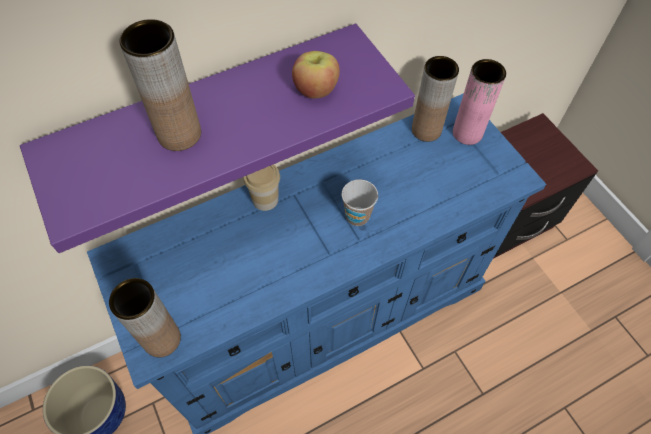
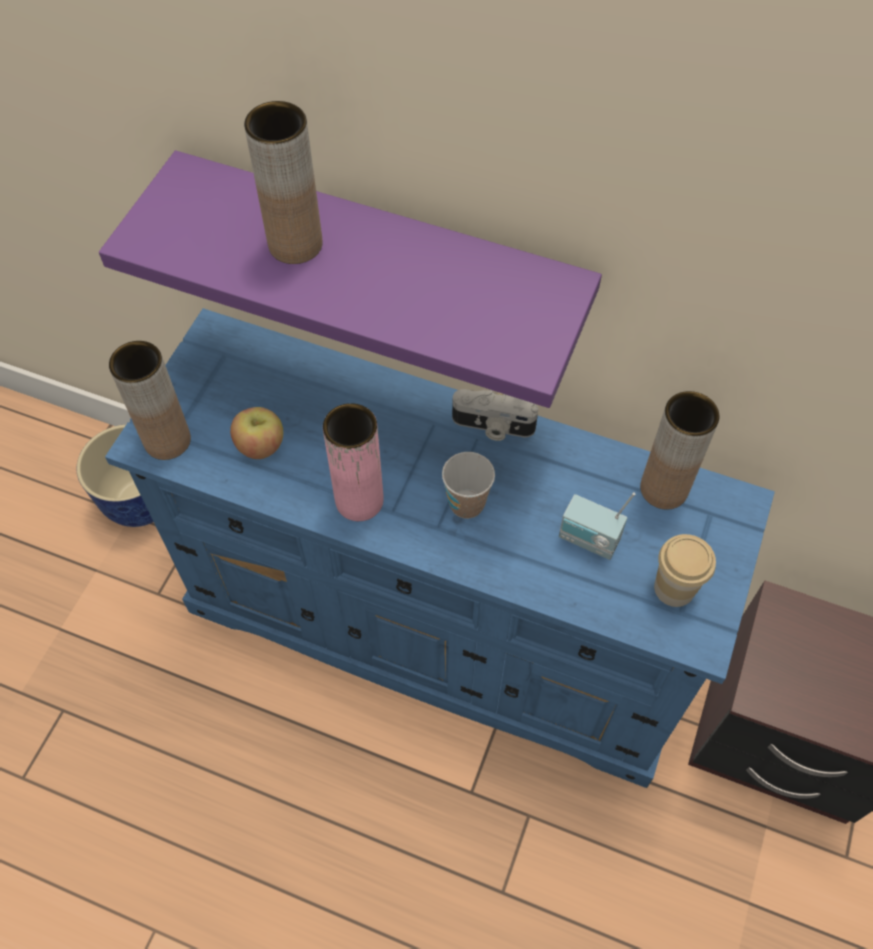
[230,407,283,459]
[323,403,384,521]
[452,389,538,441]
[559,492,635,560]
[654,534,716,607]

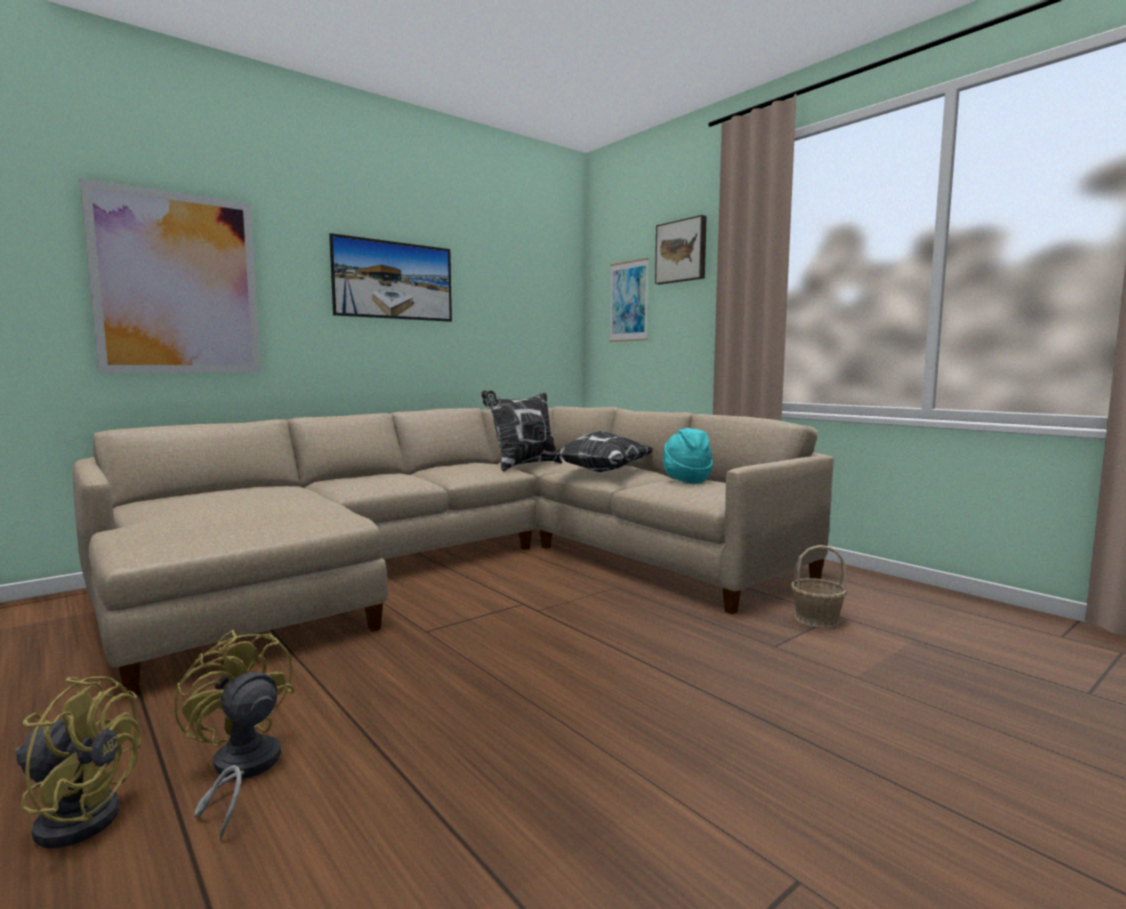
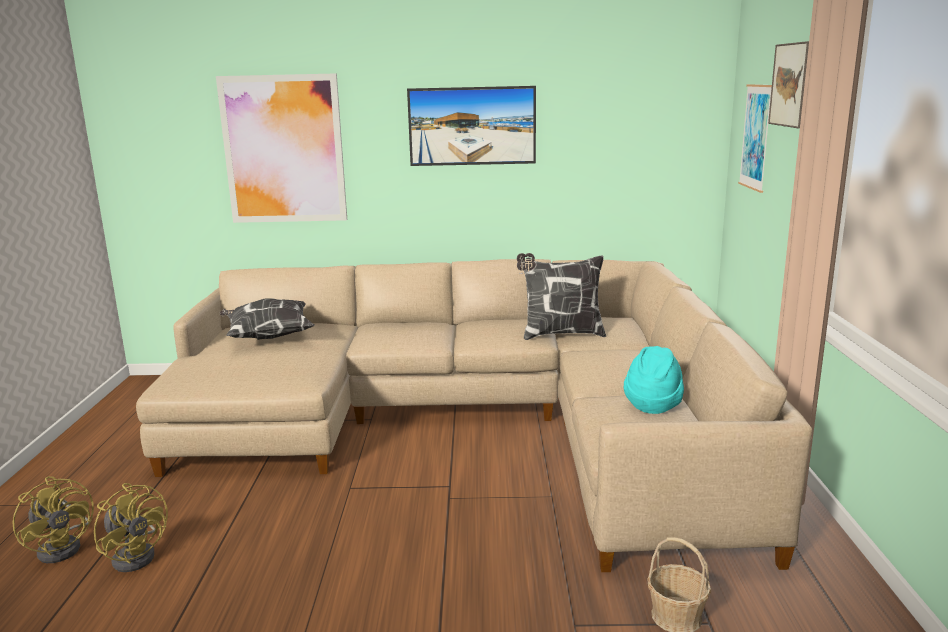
[94,483,168,572]
[220,299,315,340]

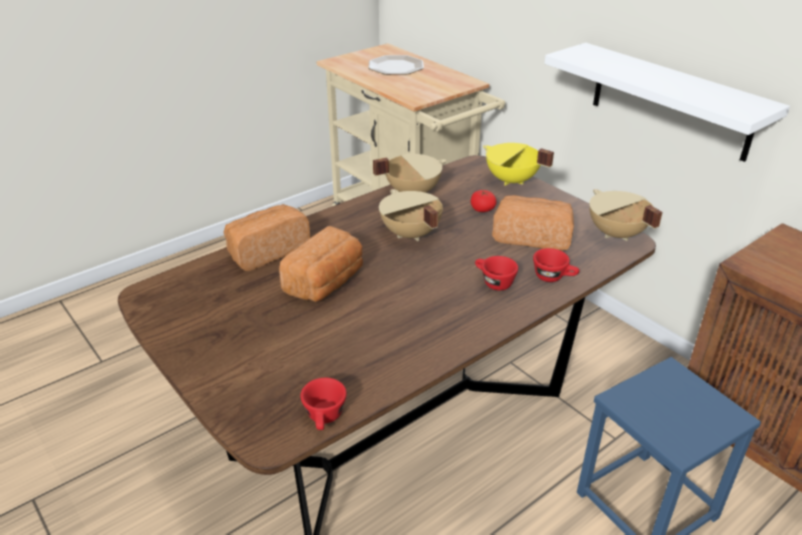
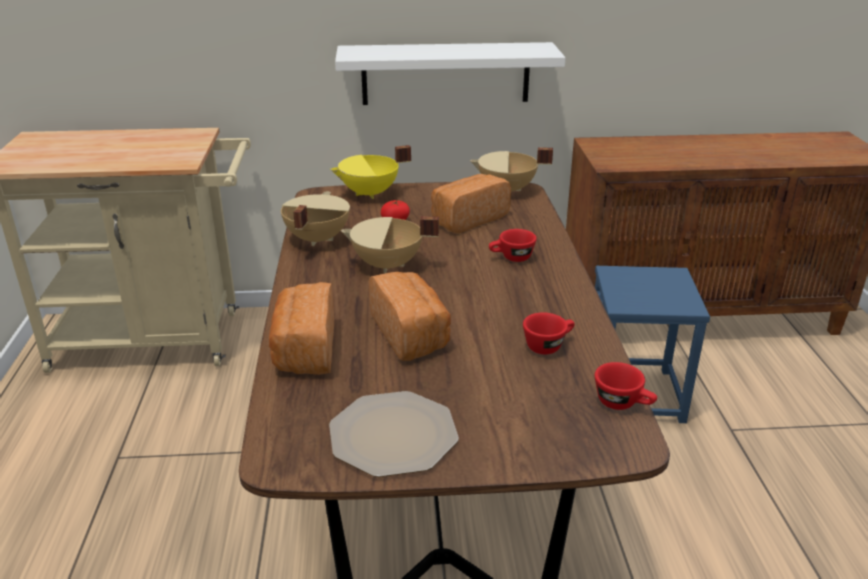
[329,391,459,477]
[523,312,575,354]

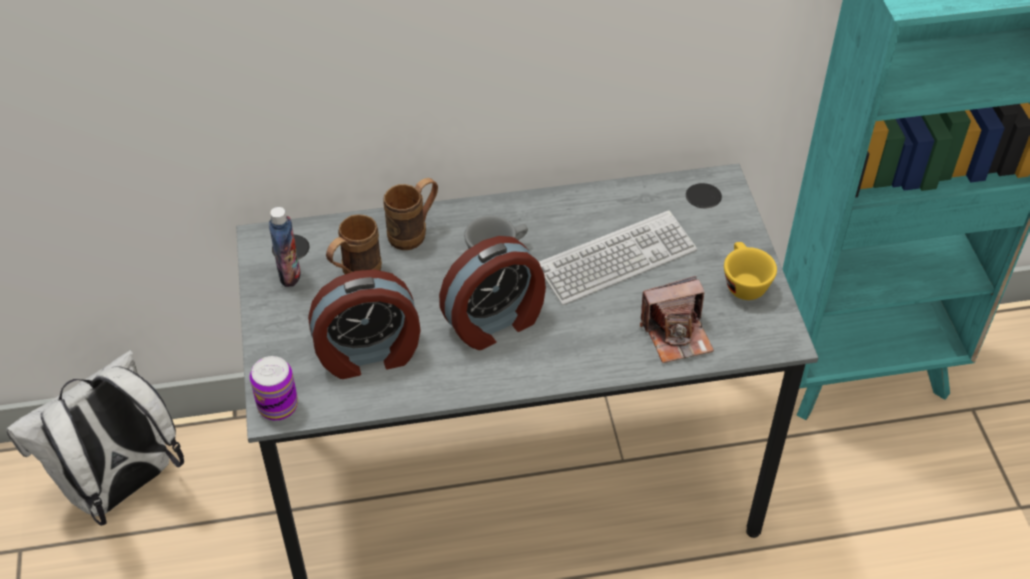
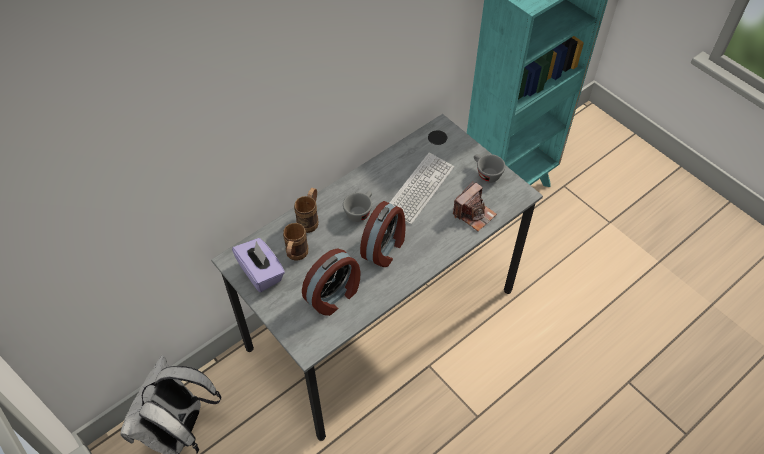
[232,238,285,292]
[474,154,505,183]
[250,356,298,421] (first image)

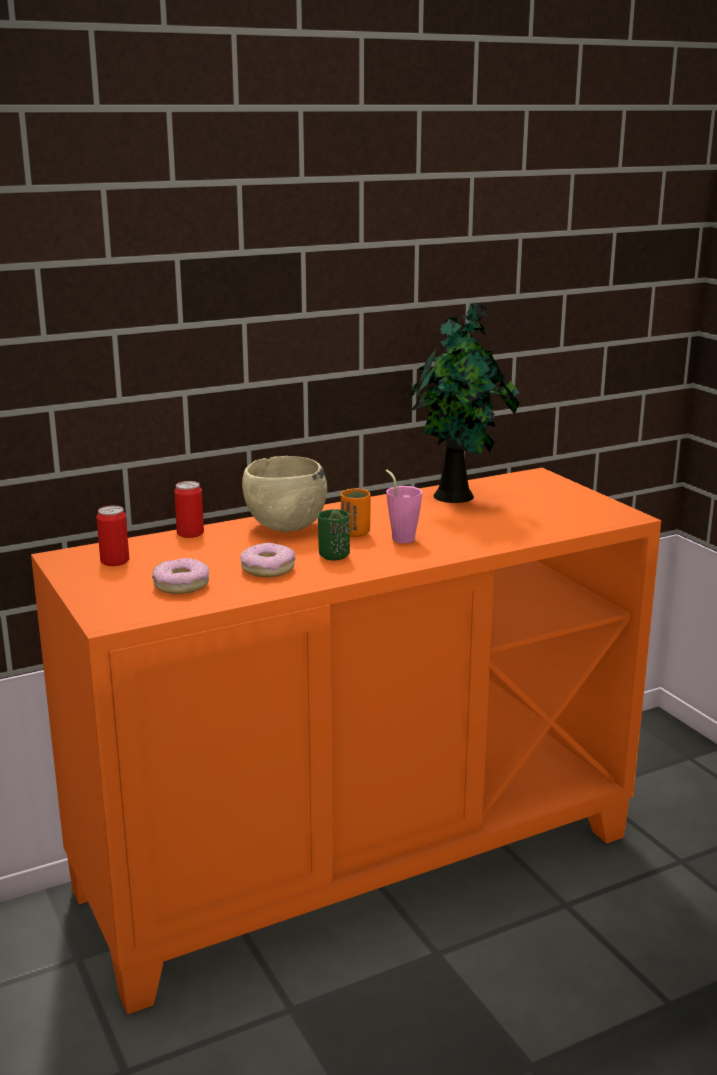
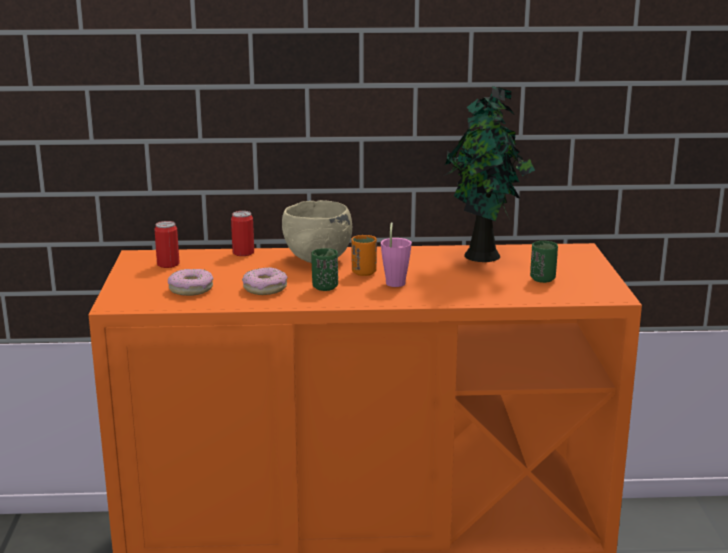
[530,241,558,283]

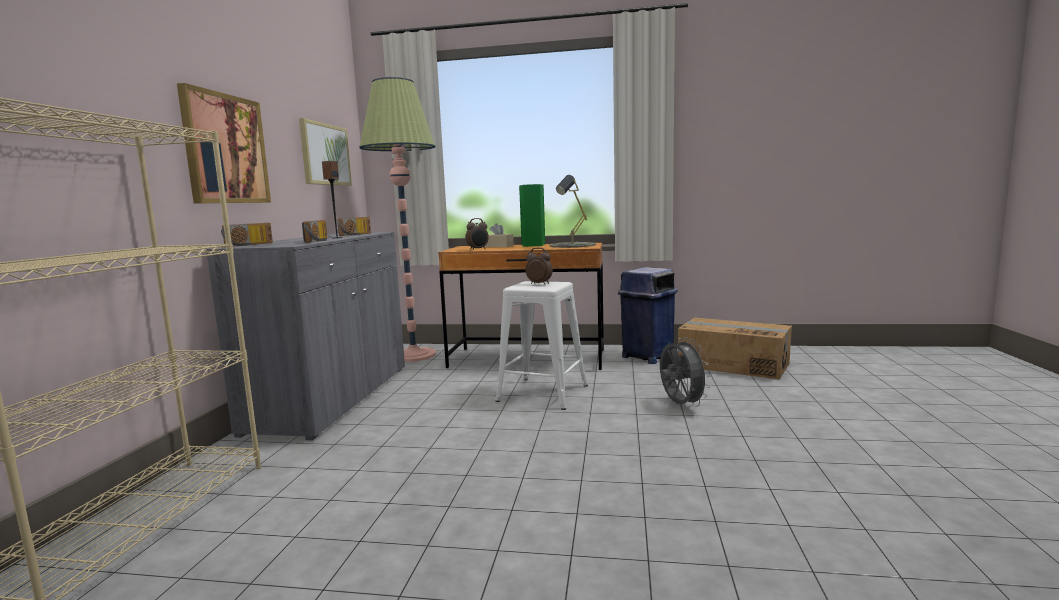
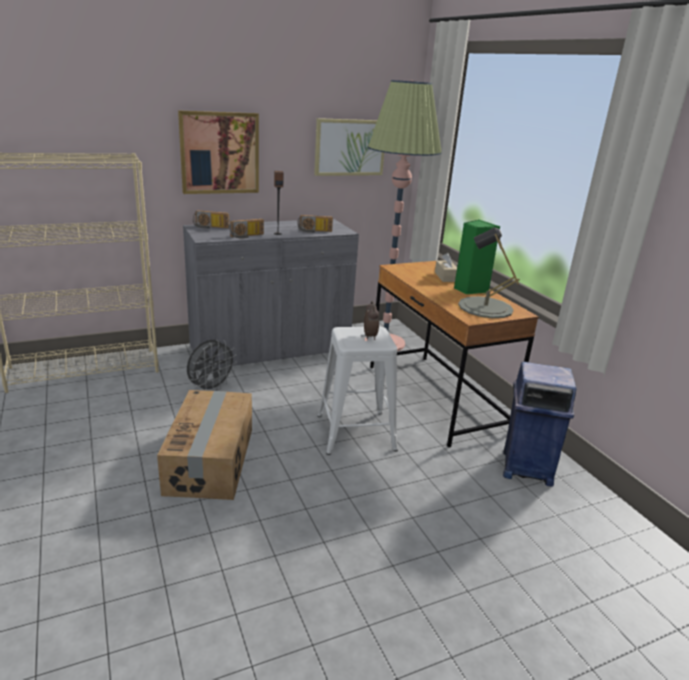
[157,390,252,500]
[187,340,237,391]
[465,218,489,250] (first image)

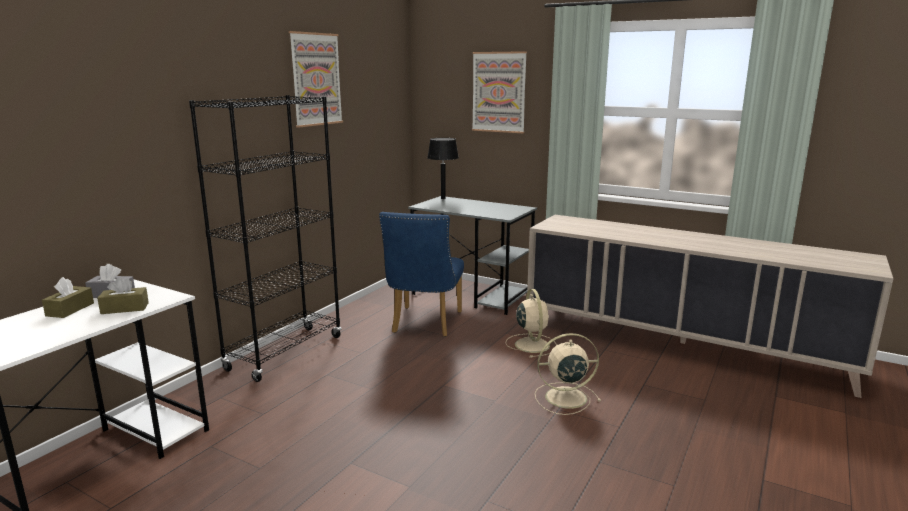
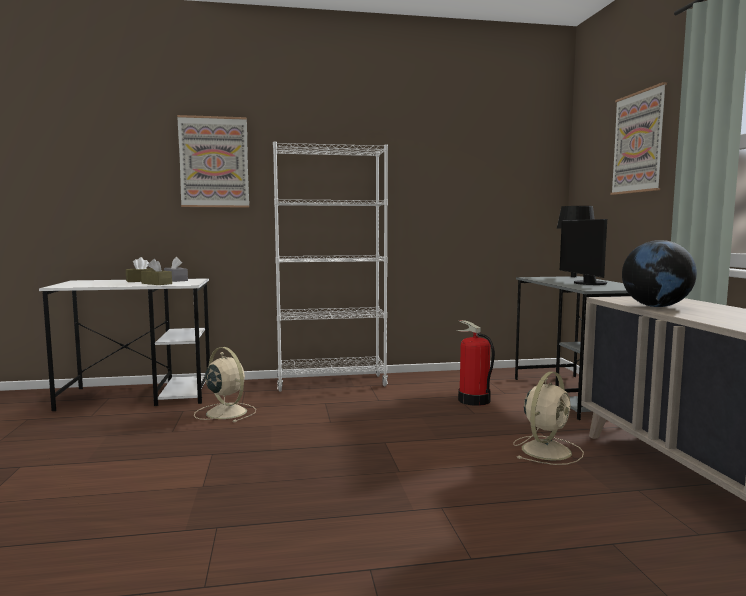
[177,115,249,207]
[194,347,256,422]
[273,142,388,392]
[457,320,495,406]
[560,219,608,285]
[622,240,697,307]

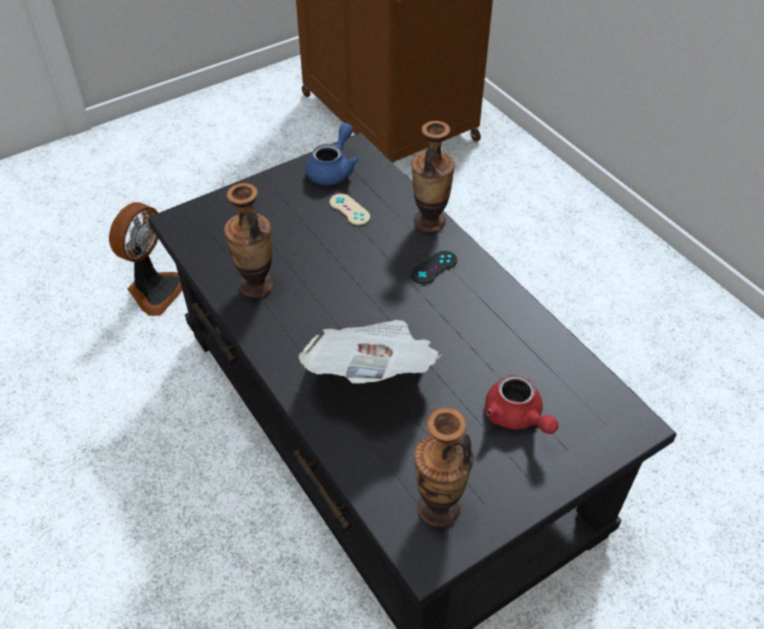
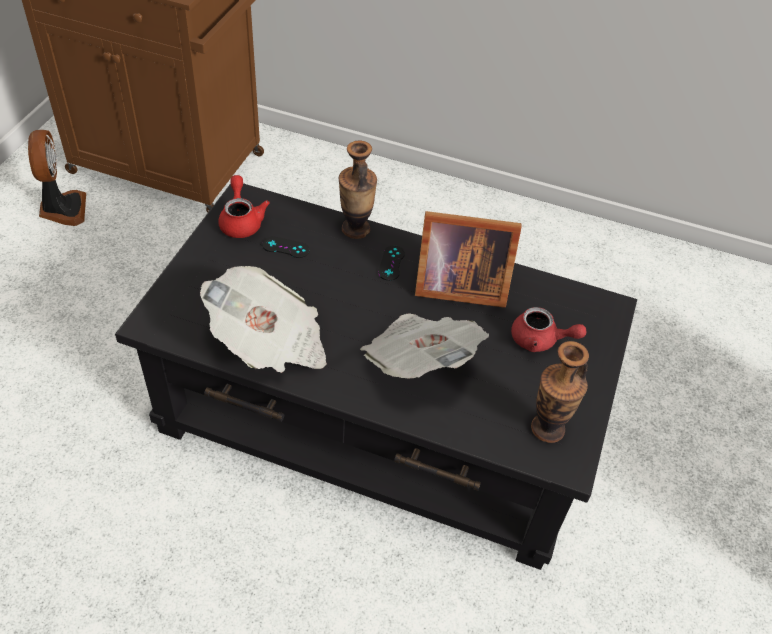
[28,130,86,226]
[200,266,327,373]
[218,175,270,238]
[262,236,310,258]
[415,211,522,308]

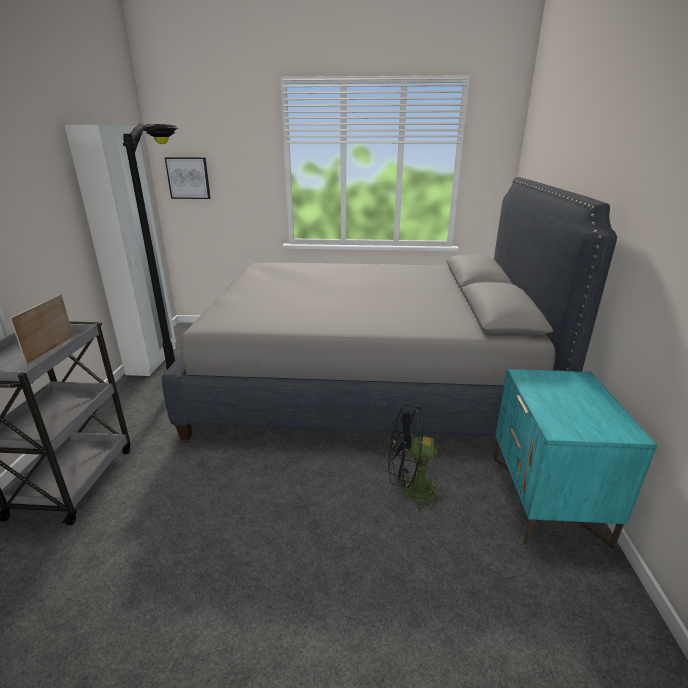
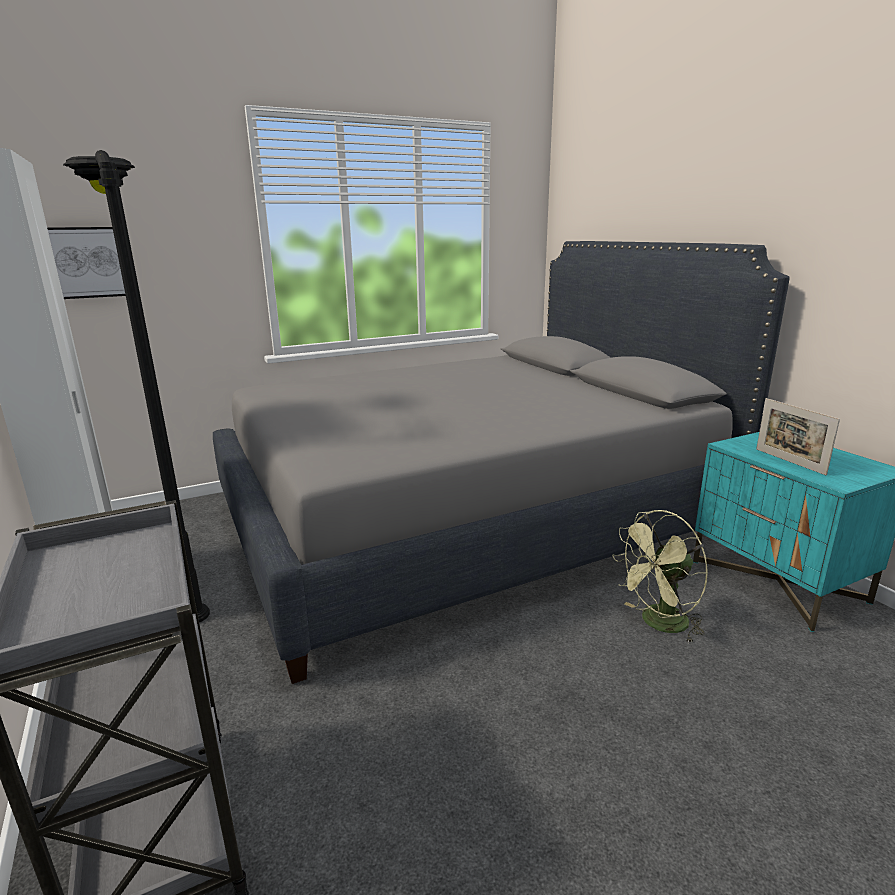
[612,510,708,644]
[756,398,840,475]

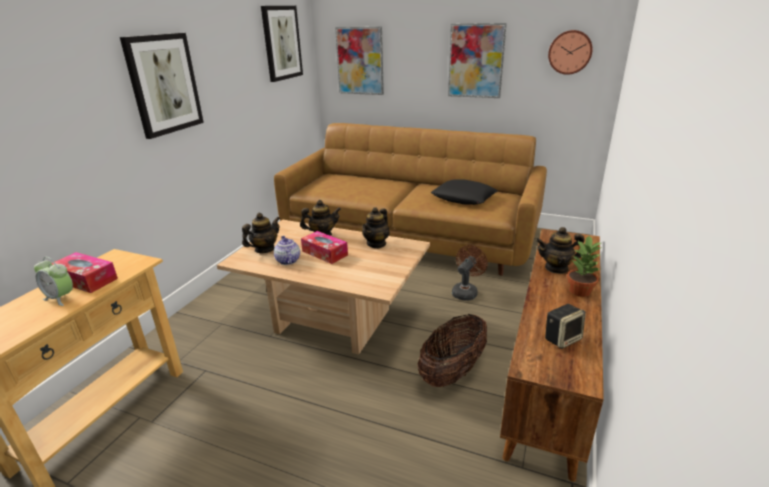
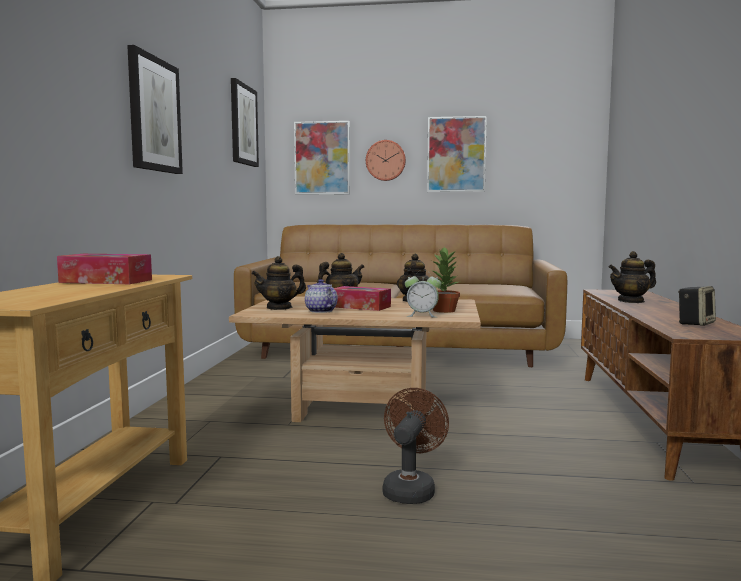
[251,256,306,310]
[366,140,406,181]
[383,388,449,504]
[405,274,441,317]
[430,247,461,313]
[418,314,487,387] (first image)
[431,179,498,205] (first image)

